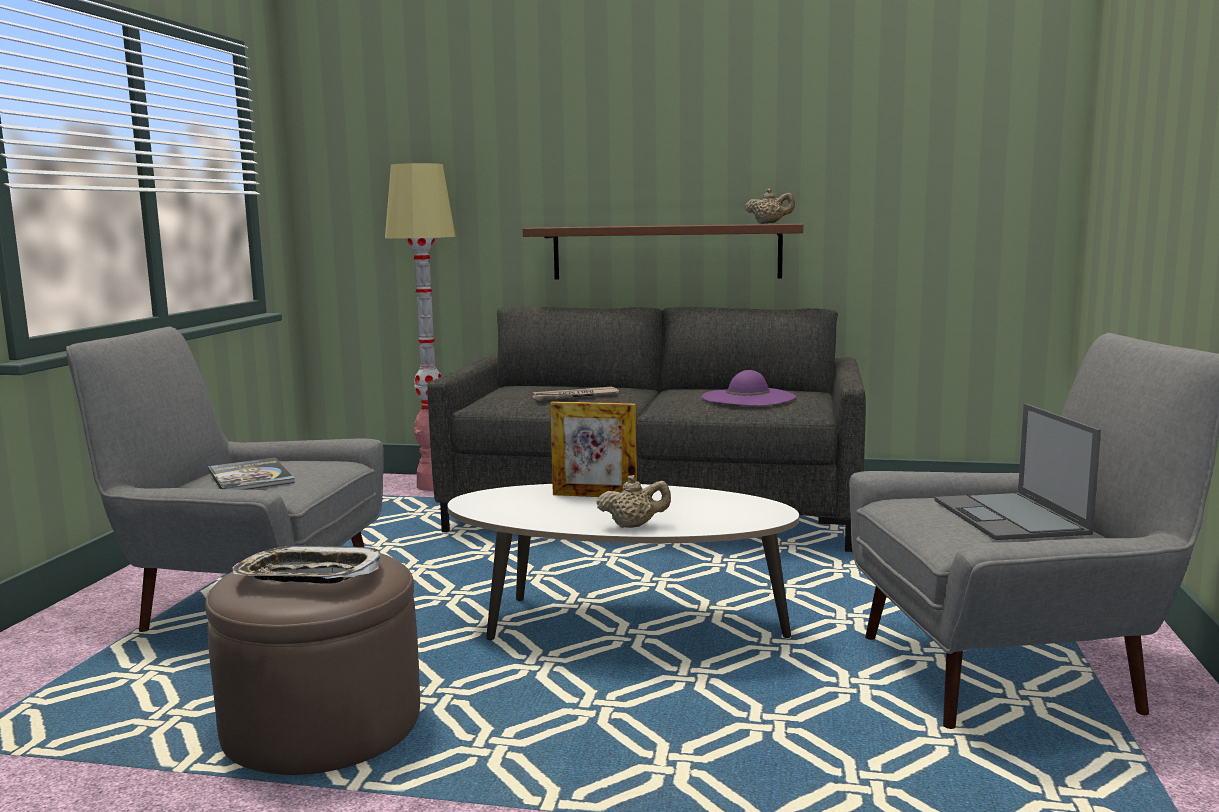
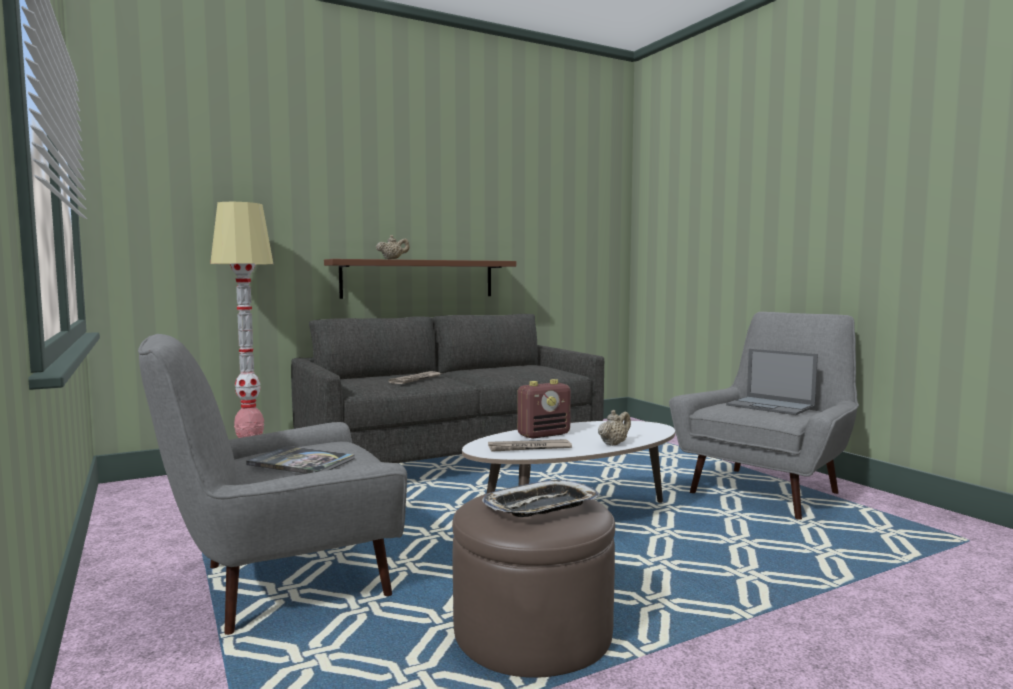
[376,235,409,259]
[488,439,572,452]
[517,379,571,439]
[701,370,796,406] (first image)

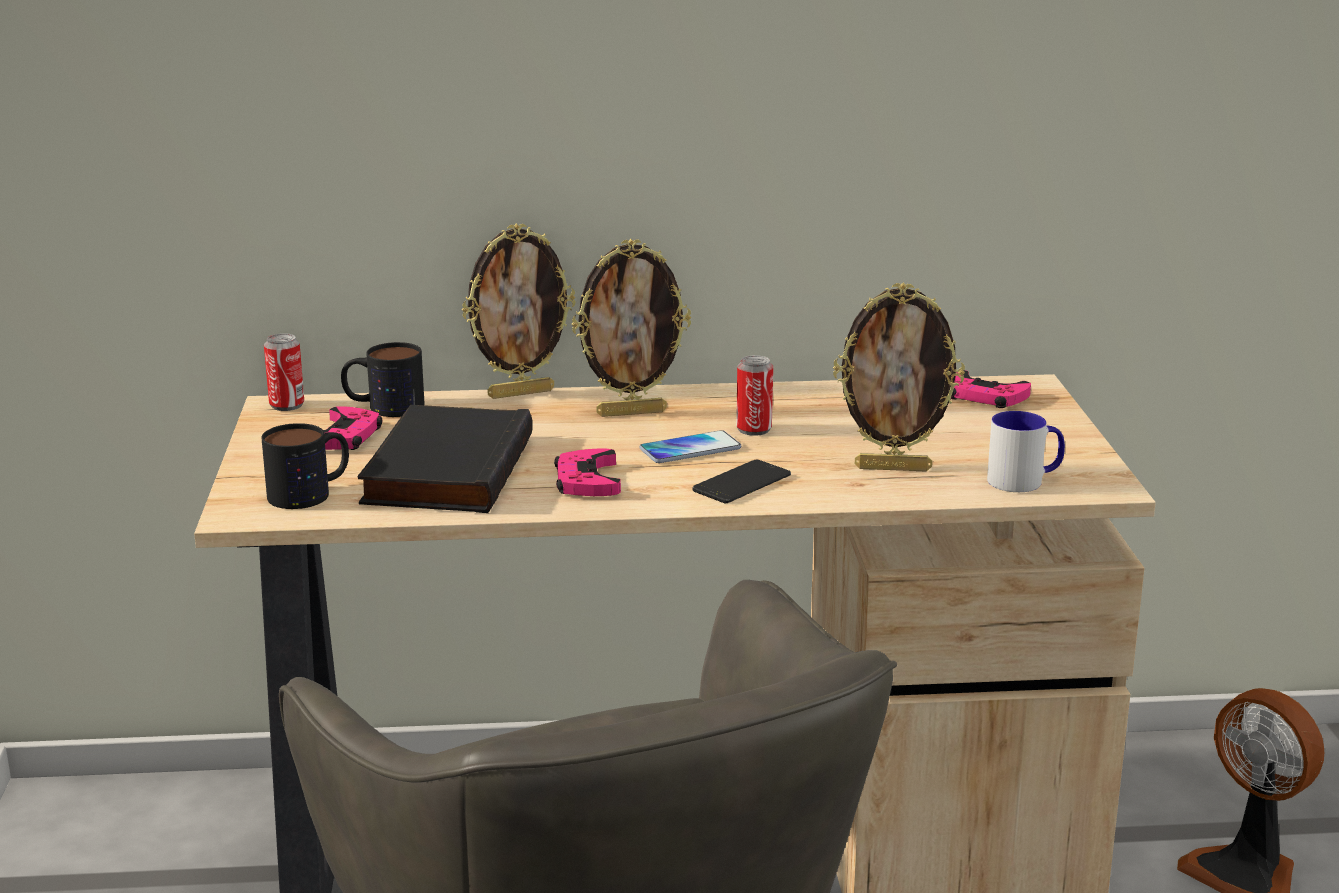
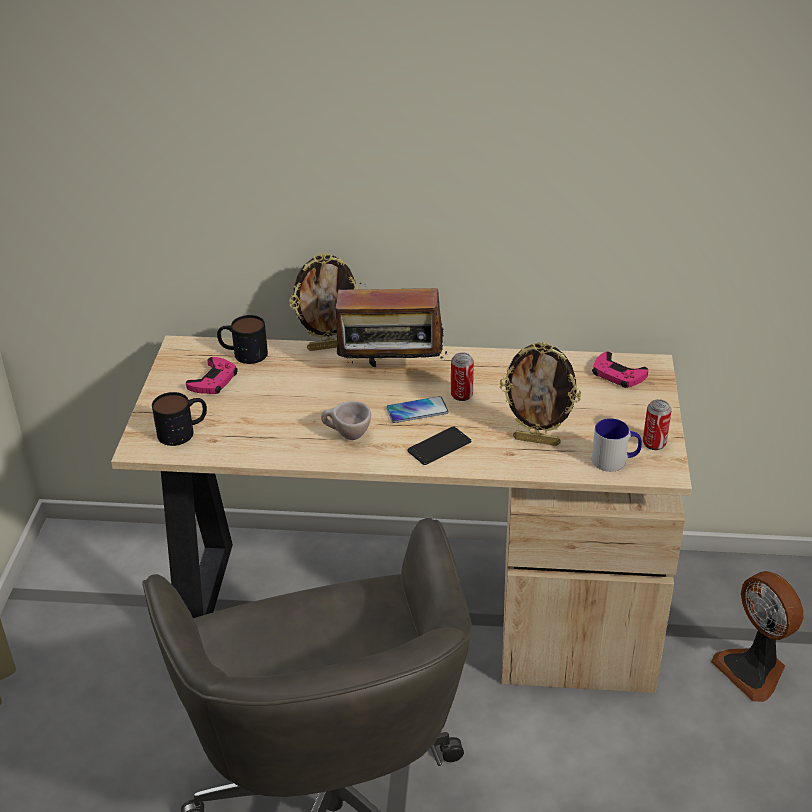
[321,401,371,440]
[329,271,447,379]
[643,399,672,450]
[357,405,533,513] (first image)

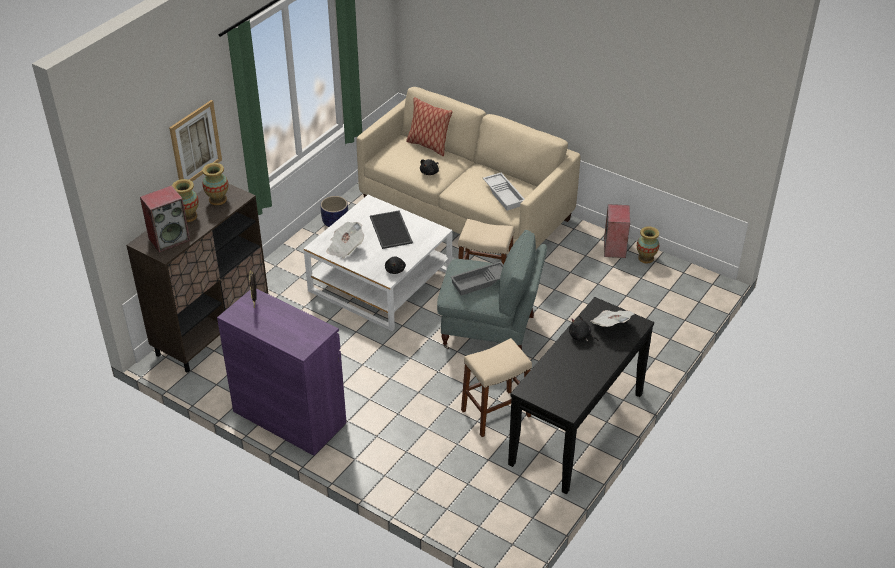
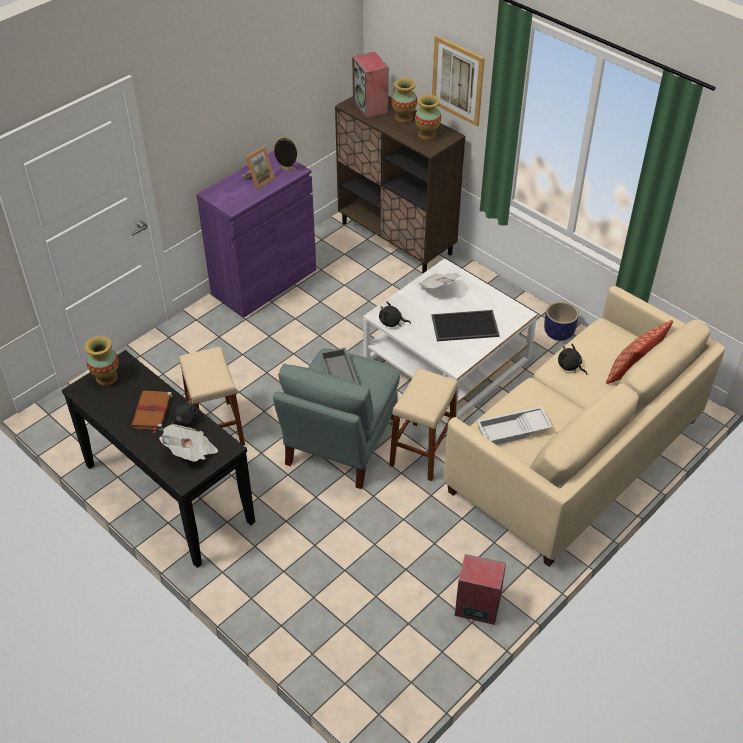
[85,336,119,386]
[131,390,172,433]
[242,147,275,189]

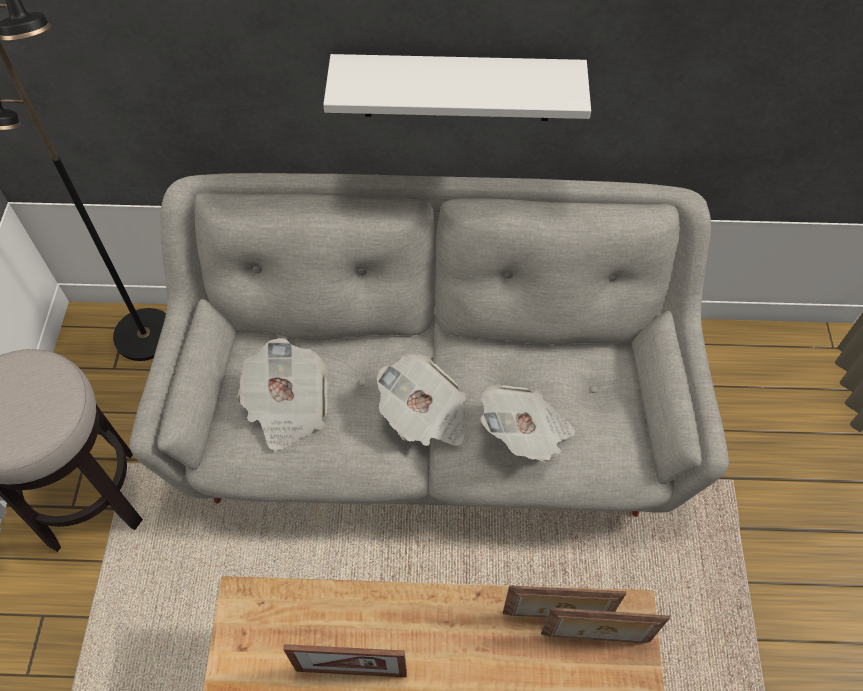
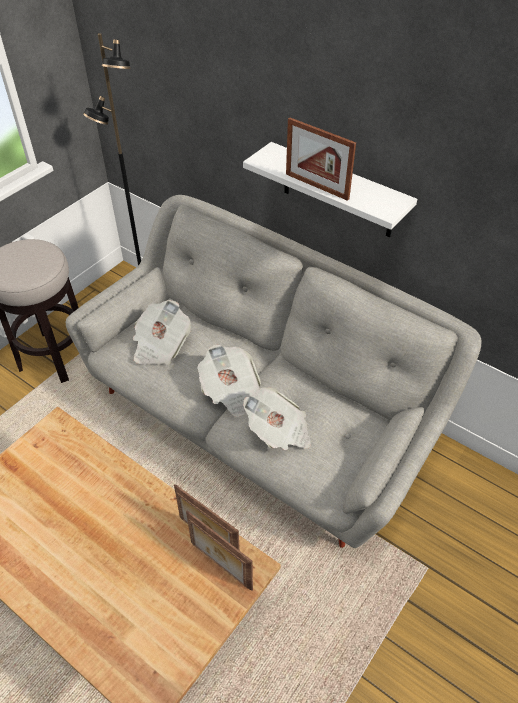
[286,118,356,201]

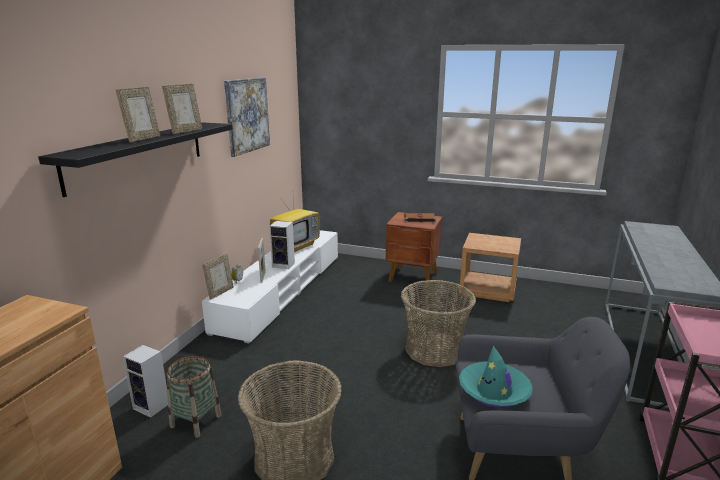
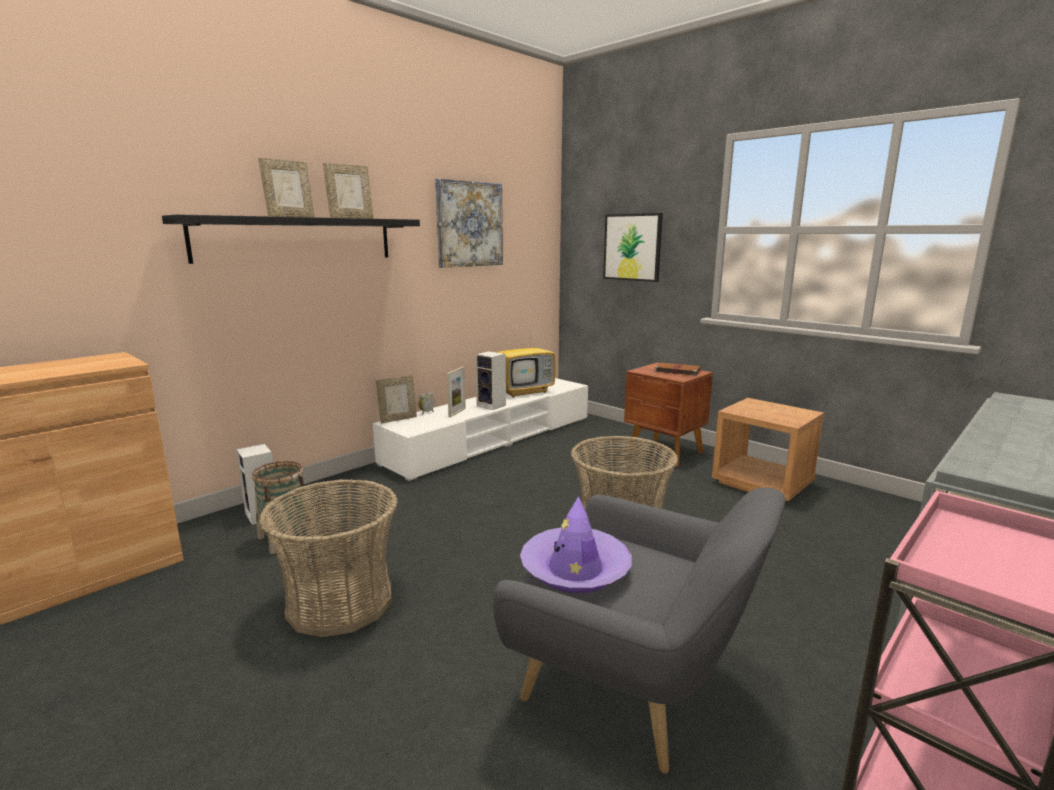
[520,496,632,593]
[603,213,663,282]

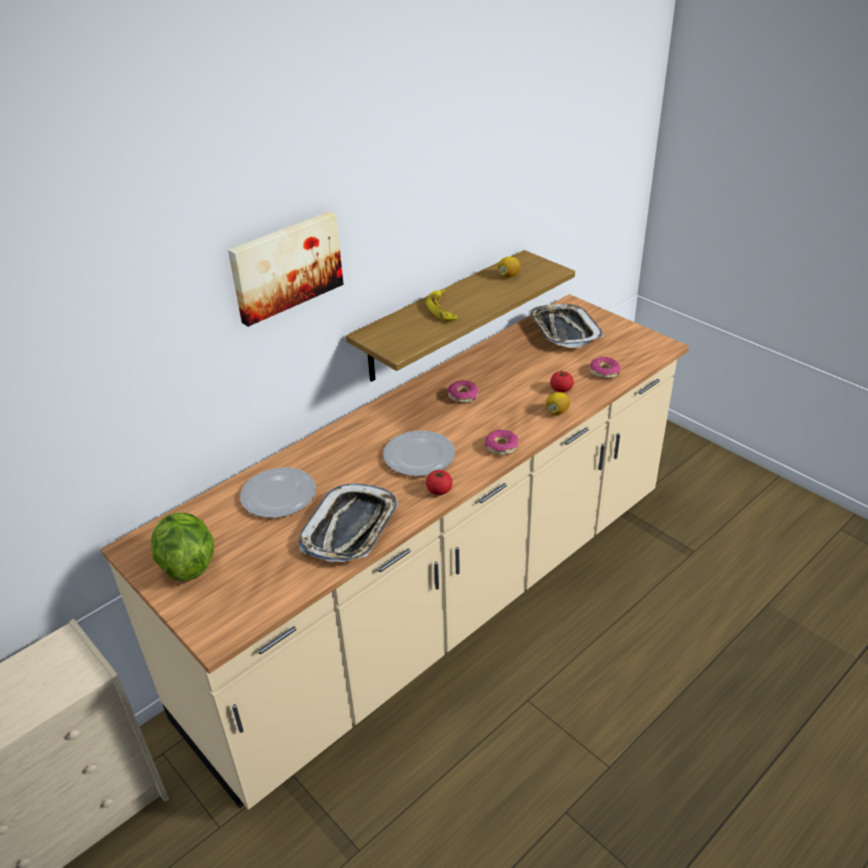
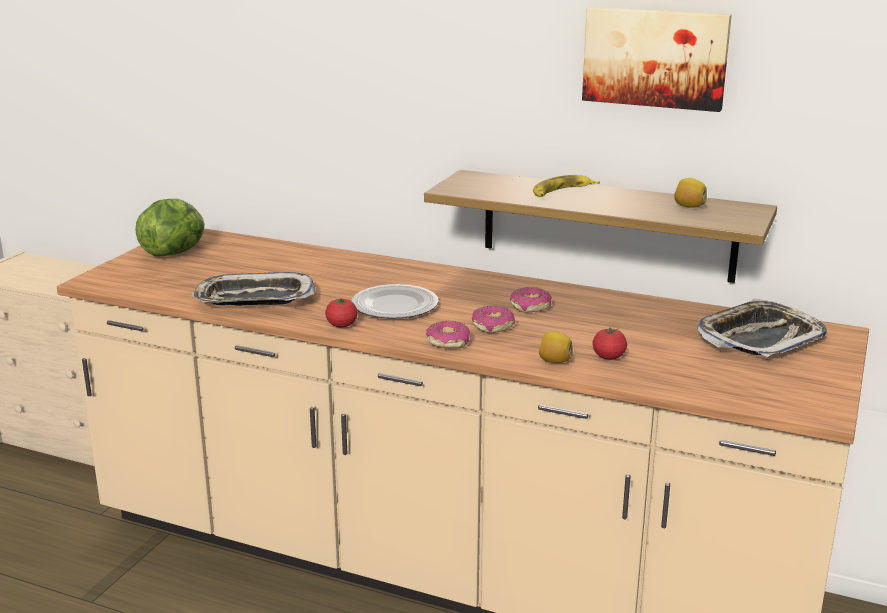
[472,306,515,333]
[582,7,732,112]
[240,467,316,518] (first image)

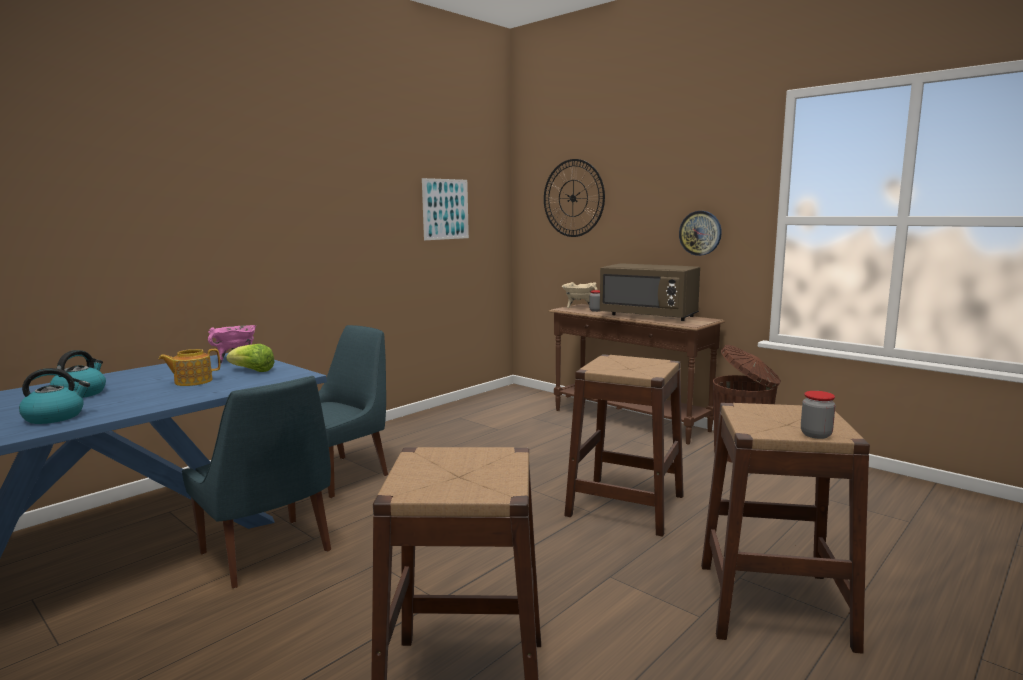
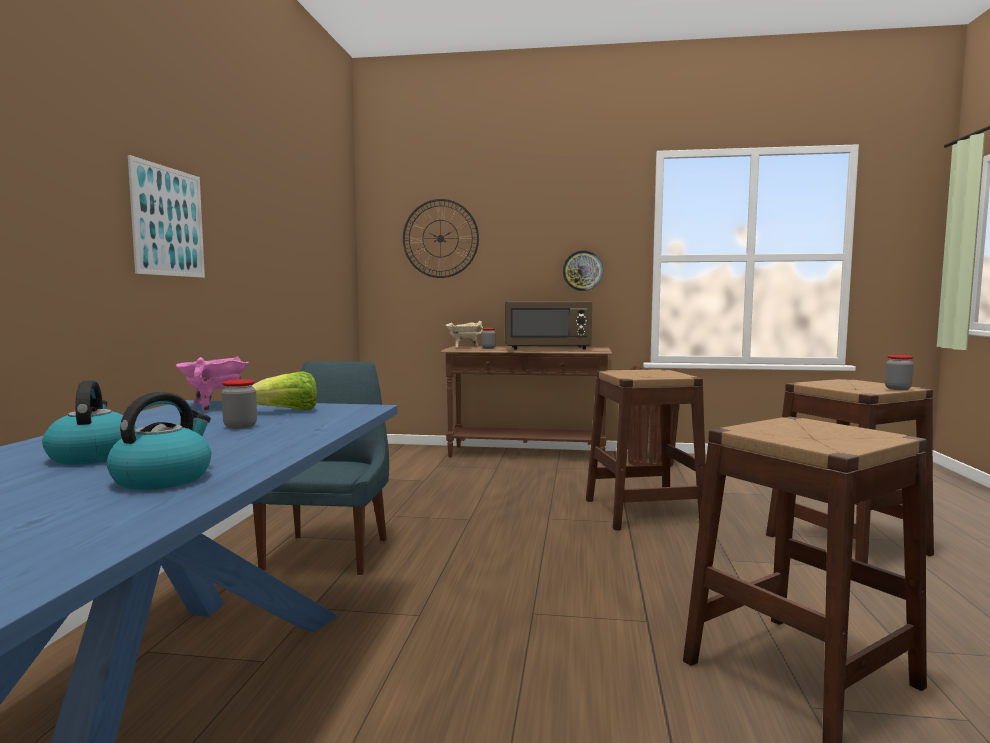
[128,155,205,278]
[221,379,257,429]
[182,376,331,588] (first image)

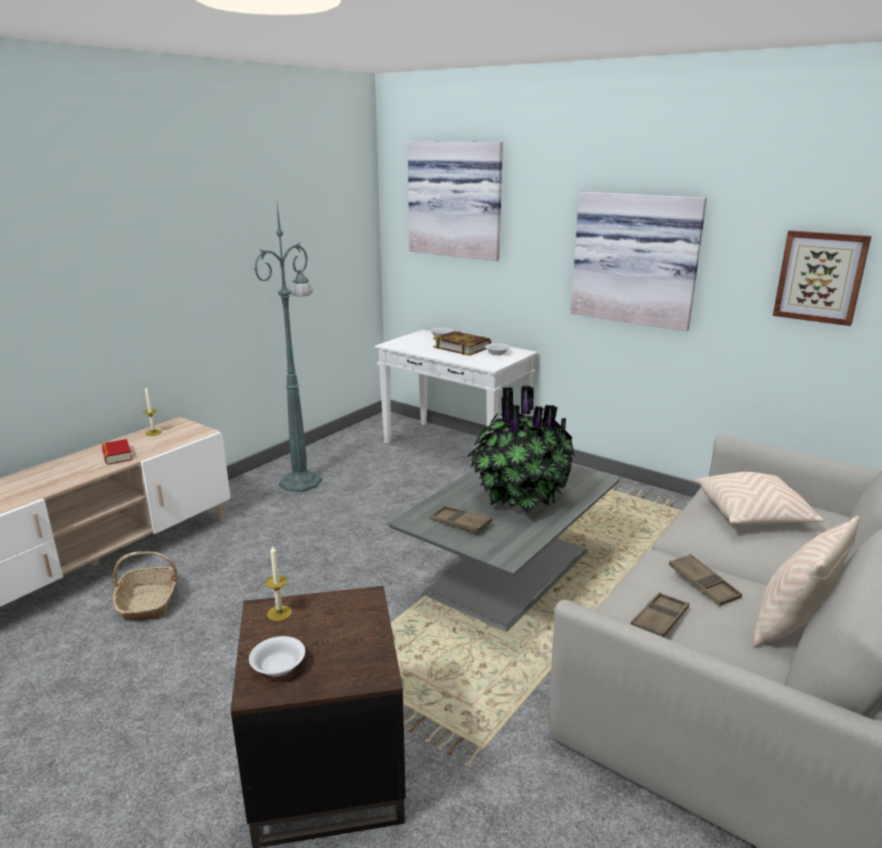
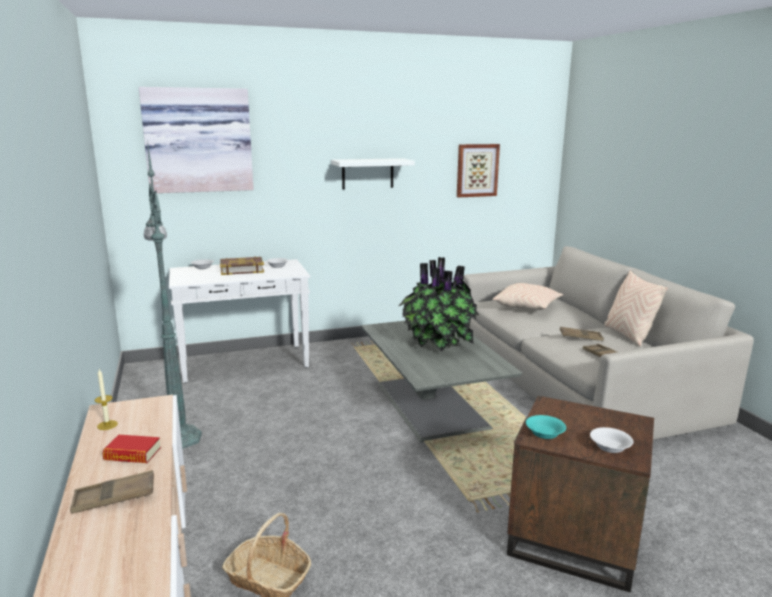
[70,470,154,514]
[331,158,415,189]
[526,415,566,439]

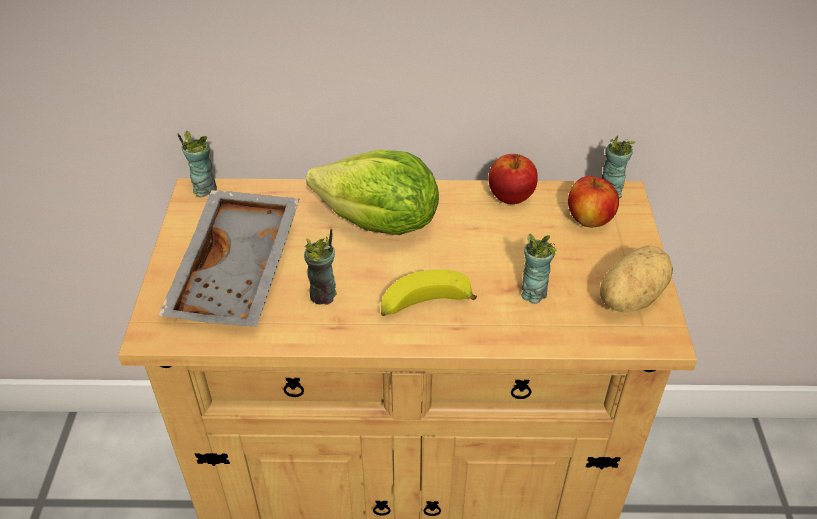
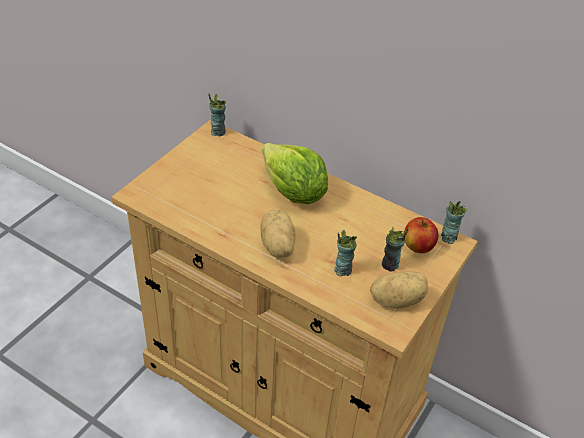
[261,210,296,258]
[382,227,409,271]
[159,190,299,327] (first image)
[489,154,538,204] (first image)

